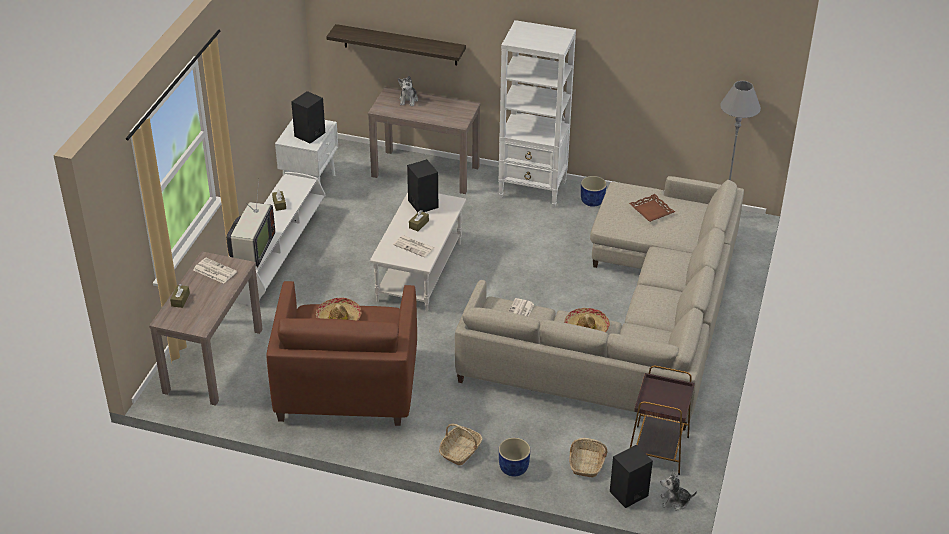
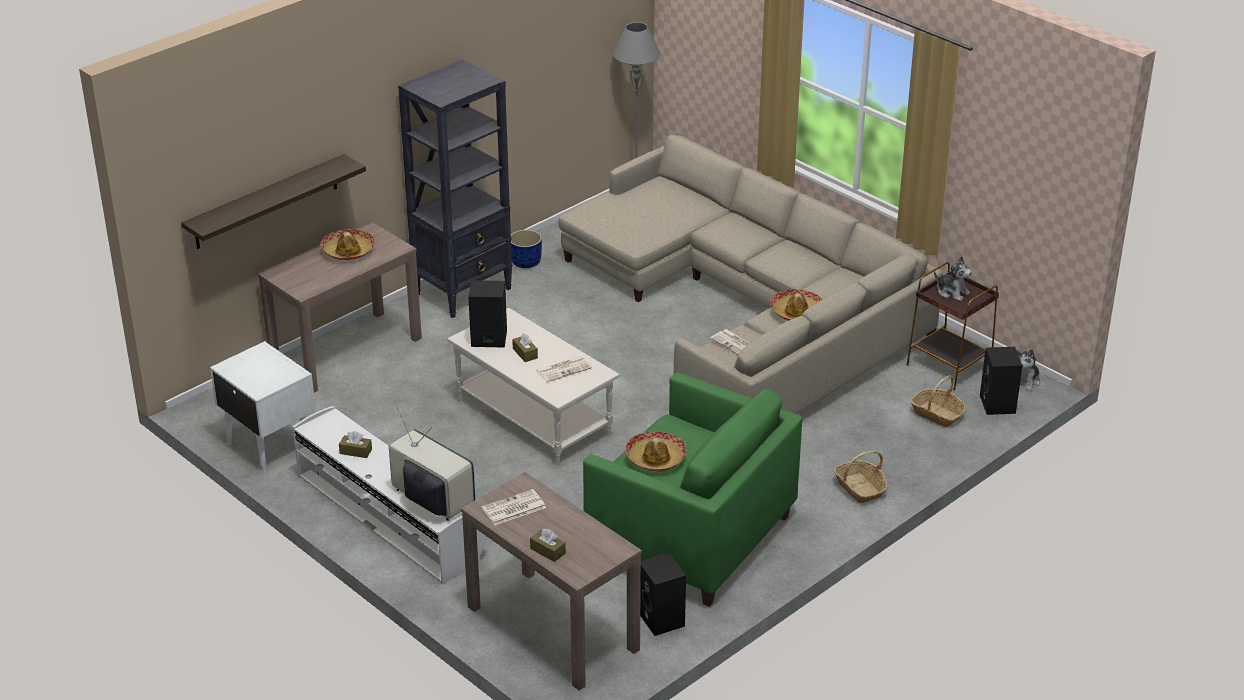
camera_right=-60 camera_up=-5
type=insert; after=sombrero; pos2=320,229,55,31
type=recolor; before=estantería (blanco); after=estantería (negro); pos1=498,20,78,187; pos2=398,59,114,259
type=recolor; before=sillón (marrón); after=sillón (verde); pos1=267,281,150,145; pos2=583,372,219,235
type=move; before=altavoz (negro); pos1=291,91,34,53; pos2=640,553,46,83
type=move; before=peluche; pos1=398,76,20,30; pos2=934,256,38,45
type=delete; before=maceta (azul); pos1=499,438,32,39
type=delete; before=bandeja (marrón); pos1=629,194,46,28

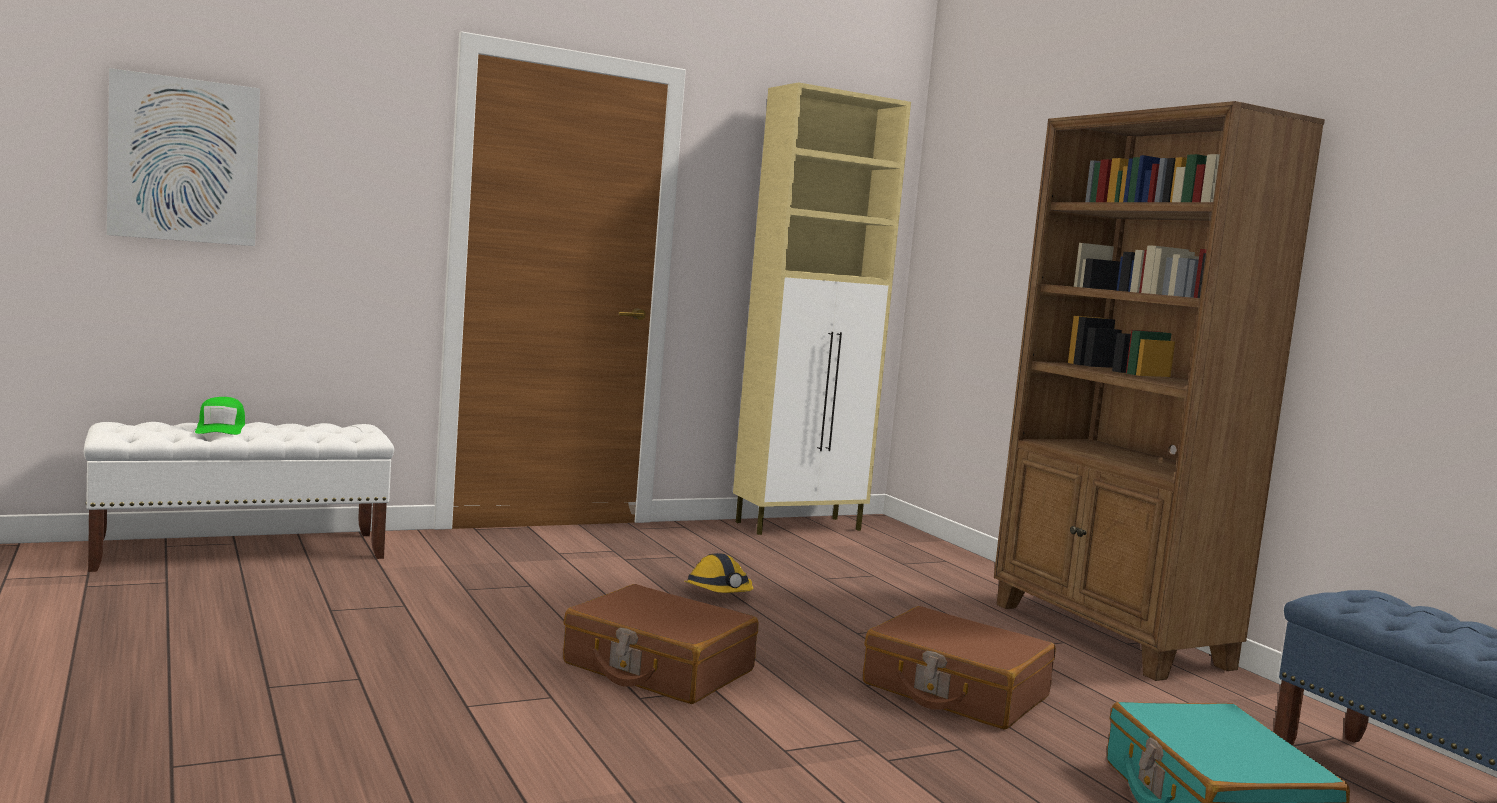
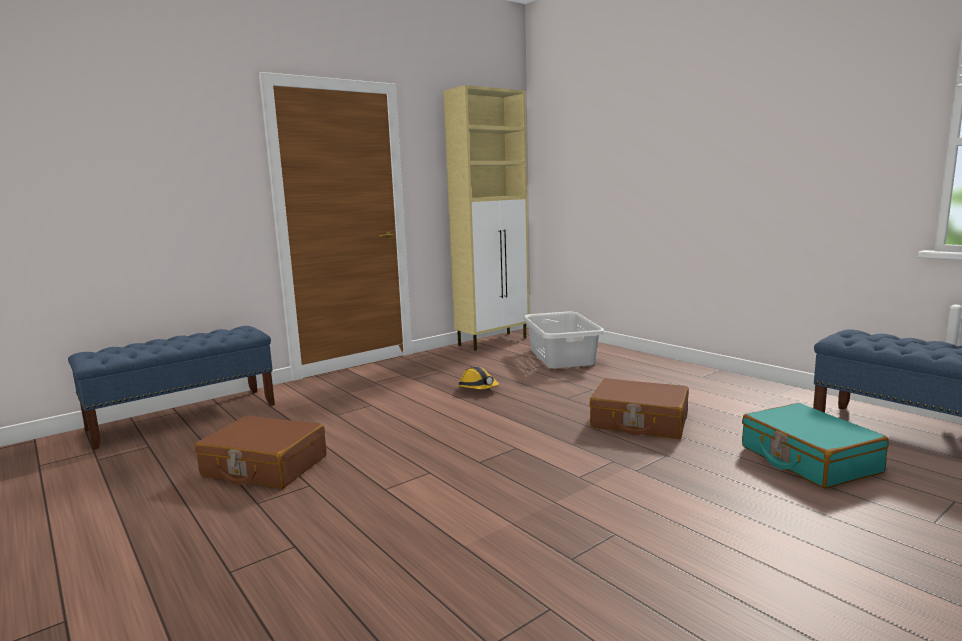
camera_right=-10 camera_up=5
type=recolor; before=banco (blanco); after=banco (azul); pos1=84,422,310,150; pos2=68,326,207,124
type=move; before=maleta (marrón); pos1=563,584,195,120; pos2=195,415,132,74
type=insert; after=cesto de la ropa (gris); pos2=523,312,82,56
type=delete; before=cuadro; pos1=107,68,153,178
type=delete; before=gorra (verde); pos1=195,397,50,38
type=delete; before=estantería (marrón); pos1=994,101,331,580

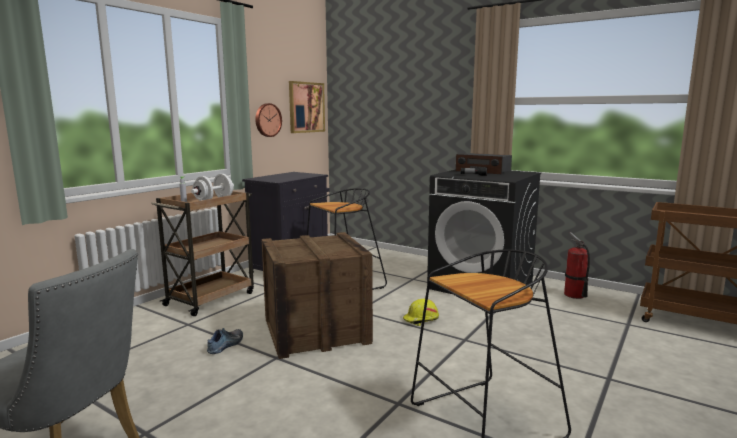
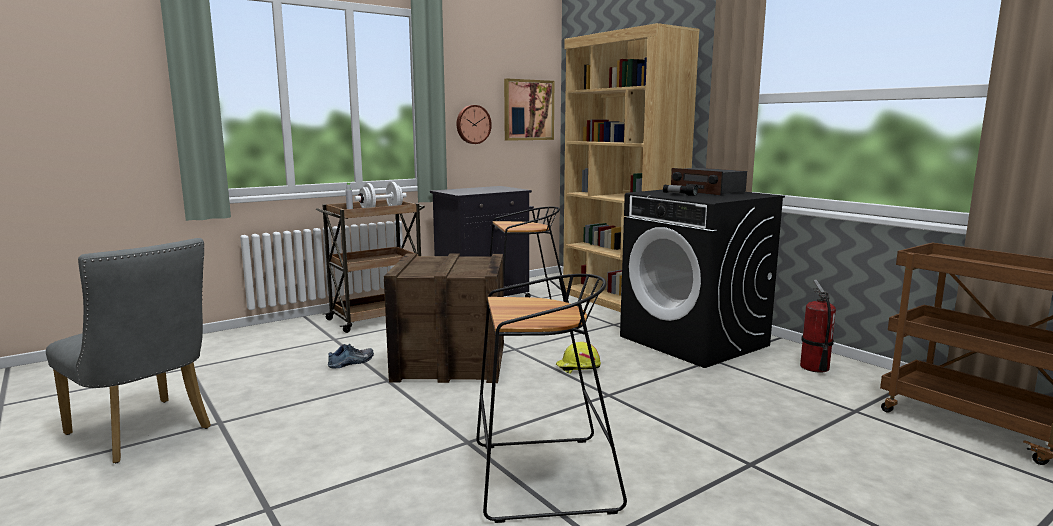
camera_right=20 camera_up=0
type=insert; after=estantería (marrón); pos2=563,23,136,289

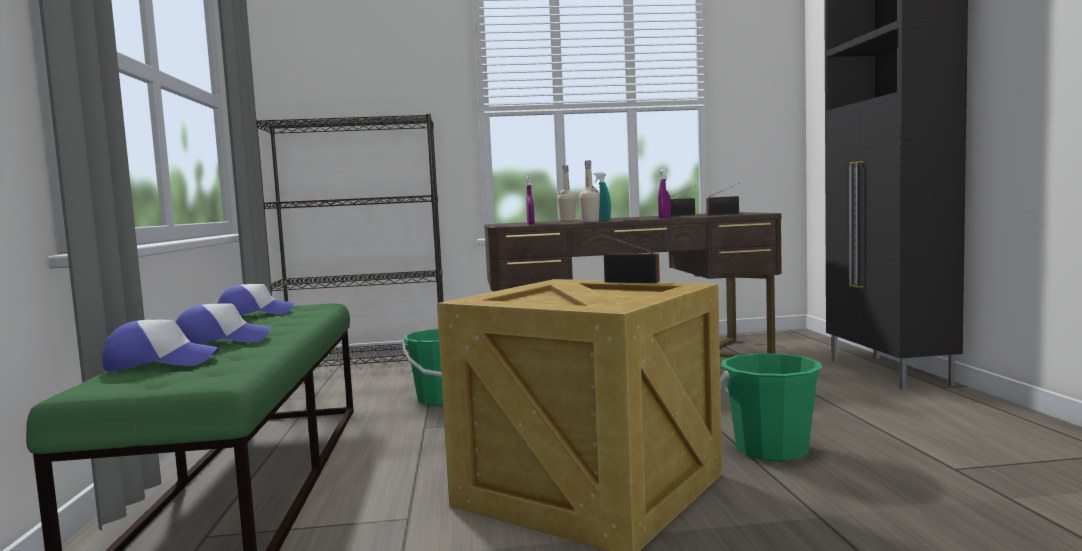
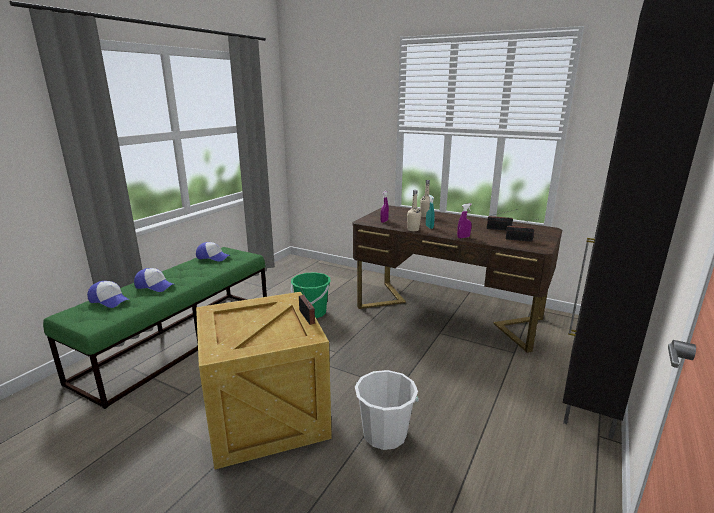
camera_right=35 camera_up=15
type=recolor; before=cubo (verde); after=cubo (blanco); pos1=720,354,102,107; pos2=355,370,64,80
type=delete; before=estantería (negro); pos1=256,114,188,253

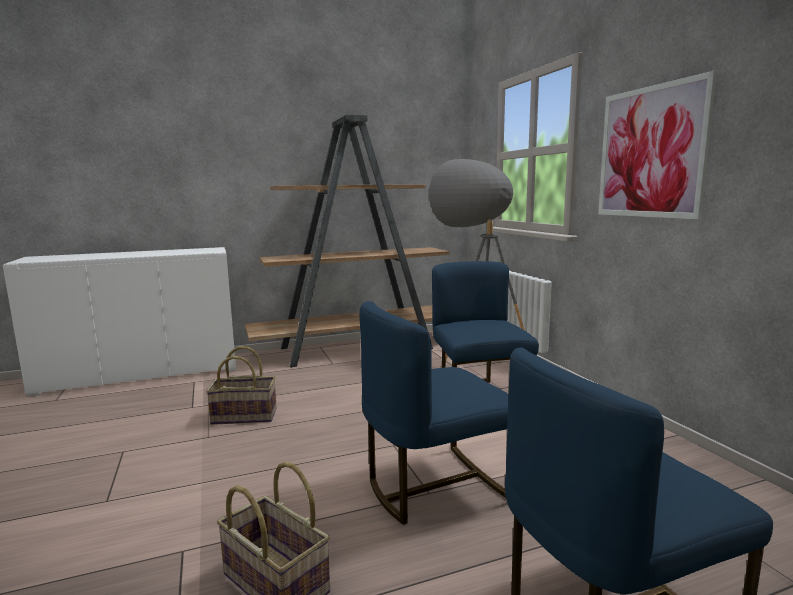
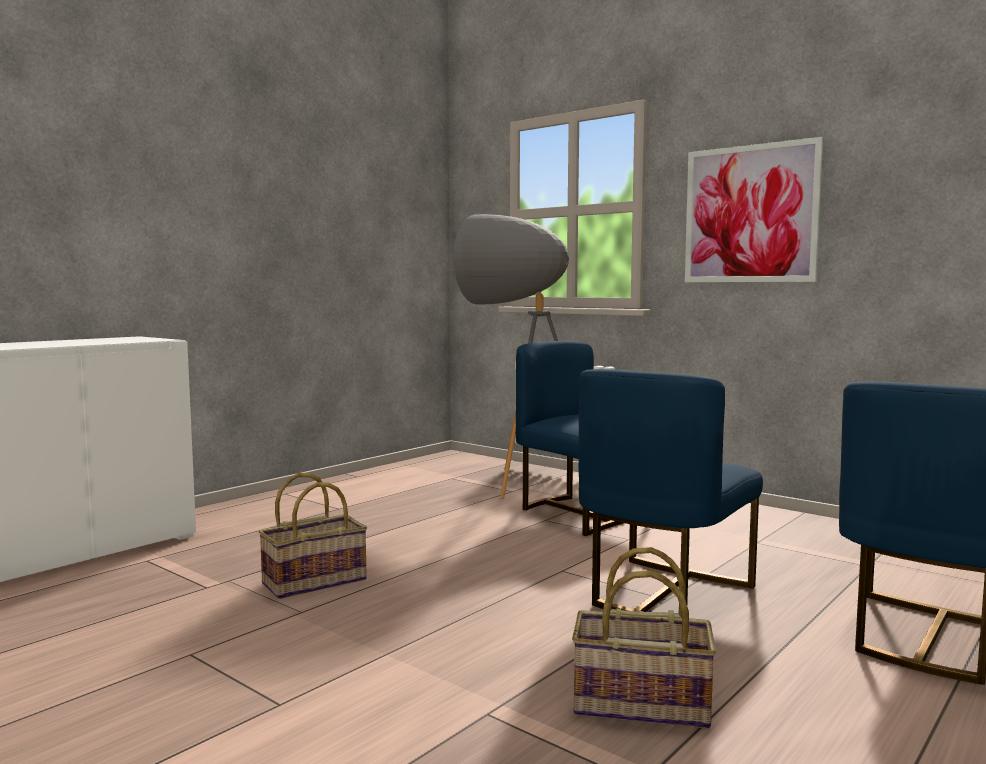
camera_right=-30 camera_up=-5
type=delete; before=estantería (marrón); pos1=245,115,204,253

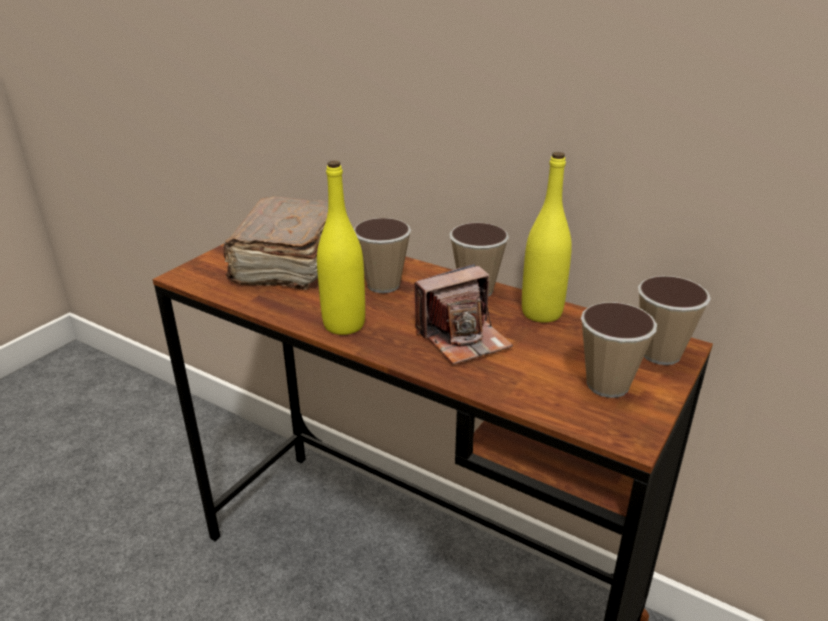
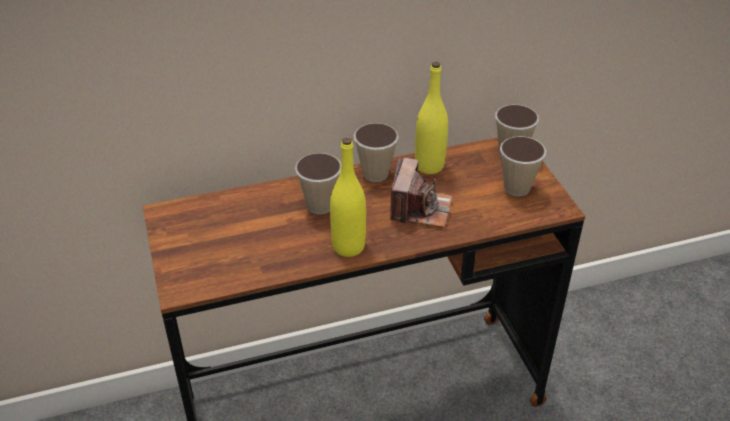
camera_right=-50 camera_up=10
type=delete; before=libro (marrón); pos1=223,196,105,94

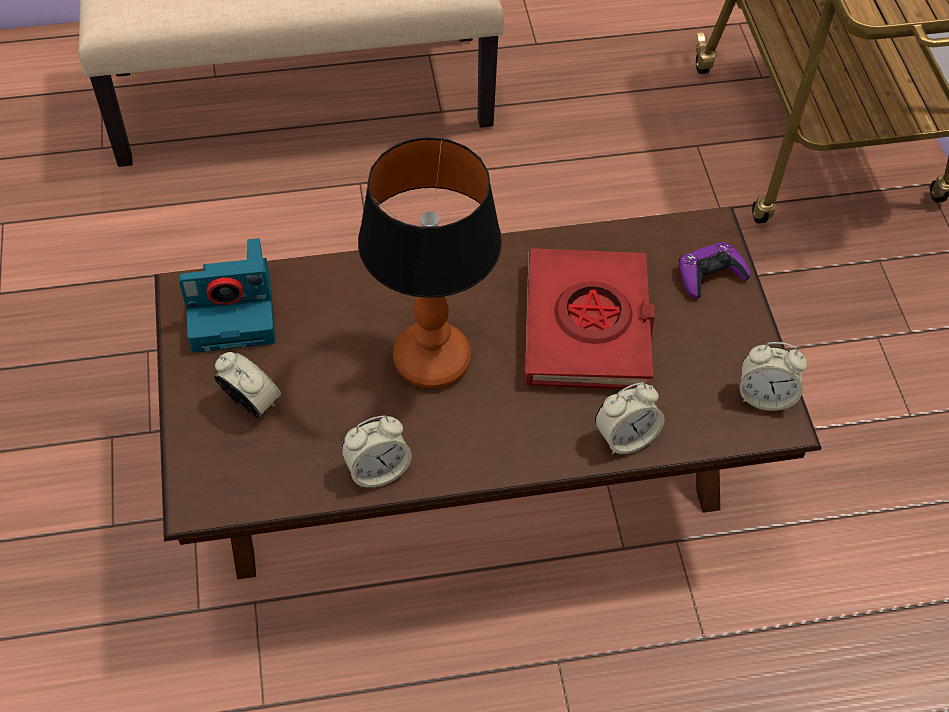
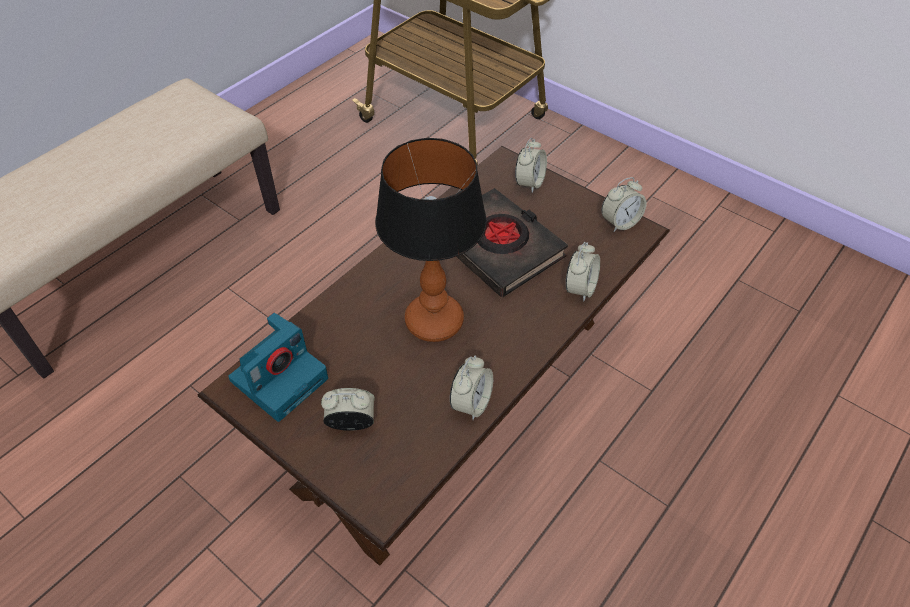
camera_right=-40 camera_up=-5
type=recolor; before=libro (rojo); after=libro (negro); pos1=525,248,130,141; pos2=456,188,112,110
type=replace; before=mando de consola (morado); after=despertador; pos1=679,242,72,56; pos2=515,138,32,55

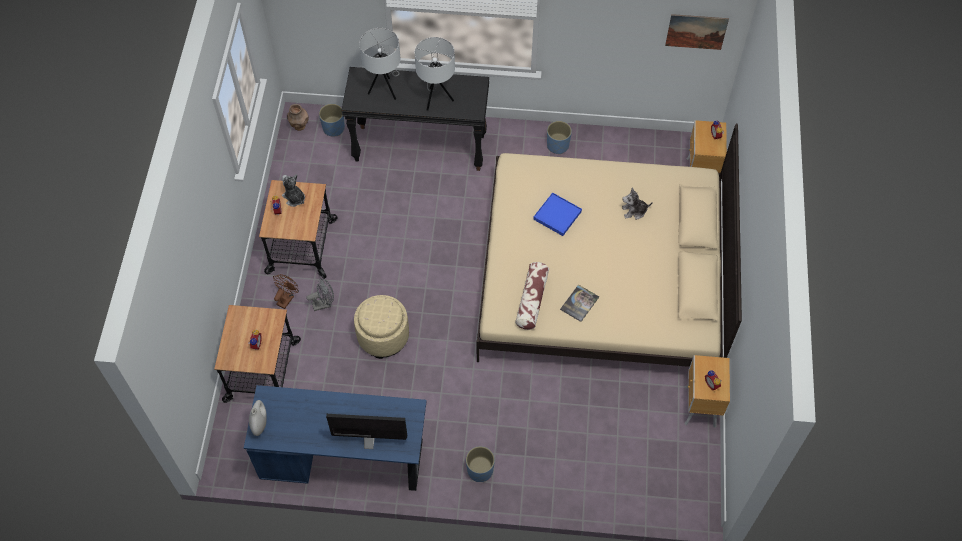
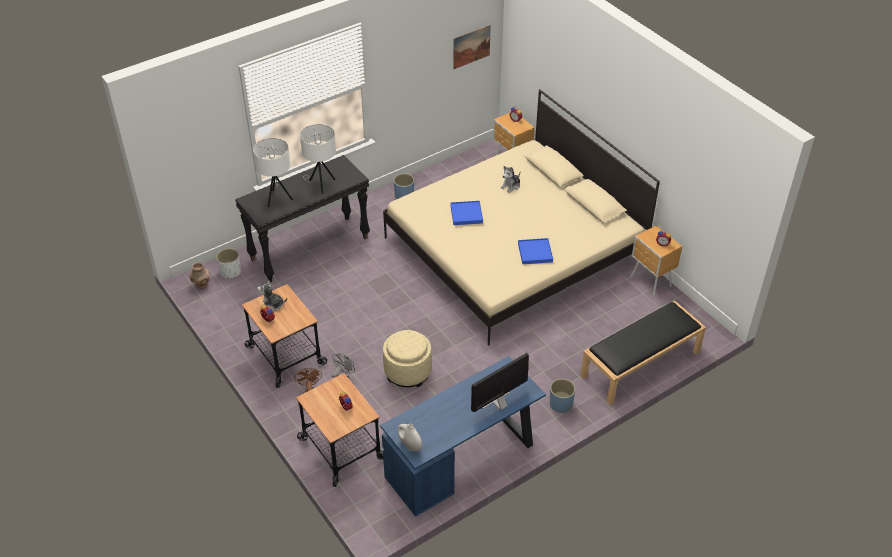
camera_right=-40 camera_up=-15
type=recolor; before=maceta (azul); after=maceta (blanco); pos1=319,104,26,32; pos2=216,248,25,31
type=replace; before=libro; after=bandeja (azul); pos1=560,285,39,37; pos2=518,238,35,26
type=insert; after=banco (negro); pos2=580,301,126,104
type=delete; before=cojín; pos1=515,262,34,68

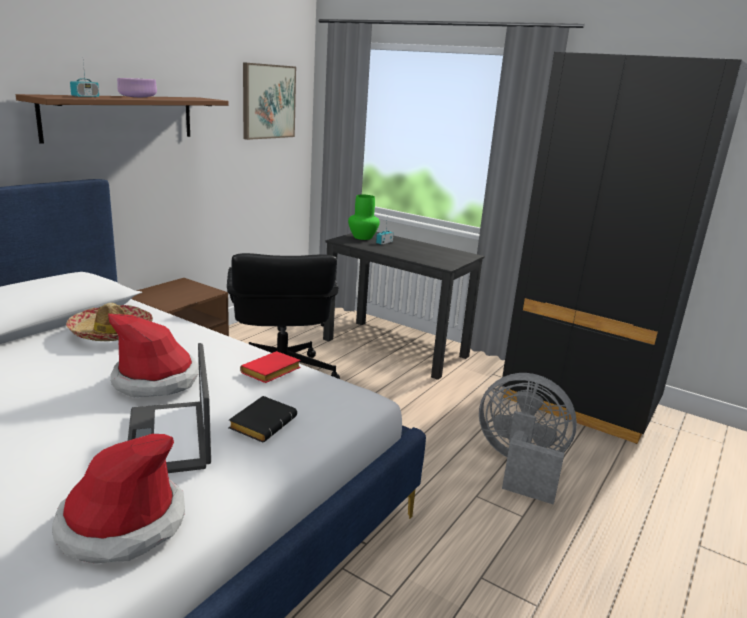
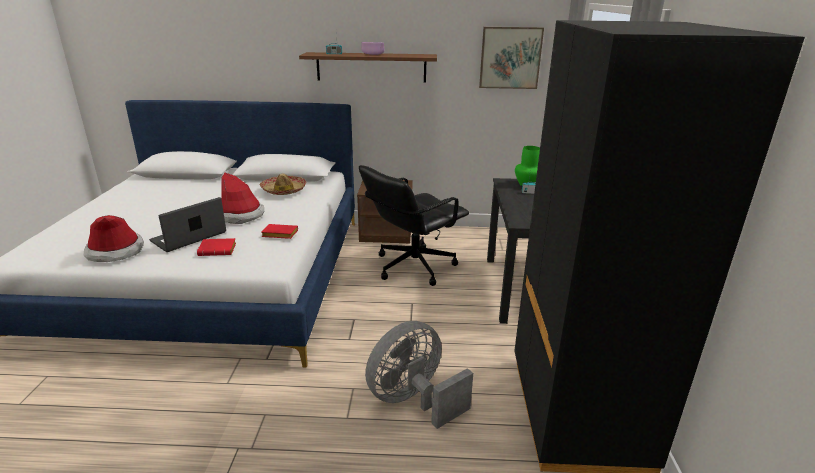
camera_right=60 camera_up=5
type=recolor; before=libro (negro); after=libro (rojo); pos1=229,396,68,47; pos2=197,238,39,18
type=rotate; before=ventilador (gris); pos1=479,373,98,132; pos2=365,321,108,108; turn=-120

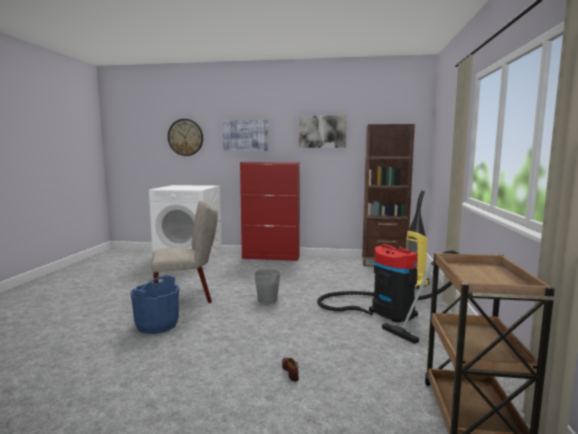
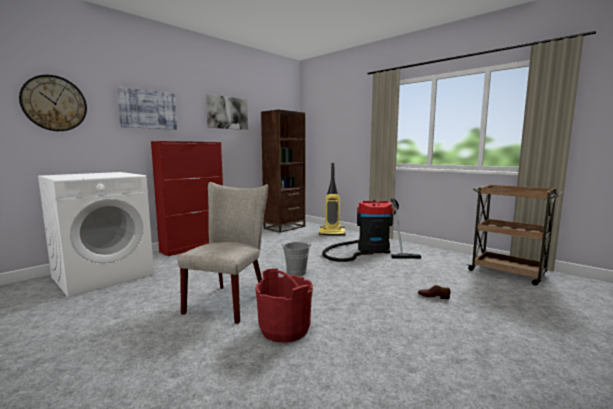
camera_right=-55 camera_up=0
type=recolor; before=cubo (azul); after=cubo (rojo); pos1=130,275,49,59; pos2=255,268,58,75

